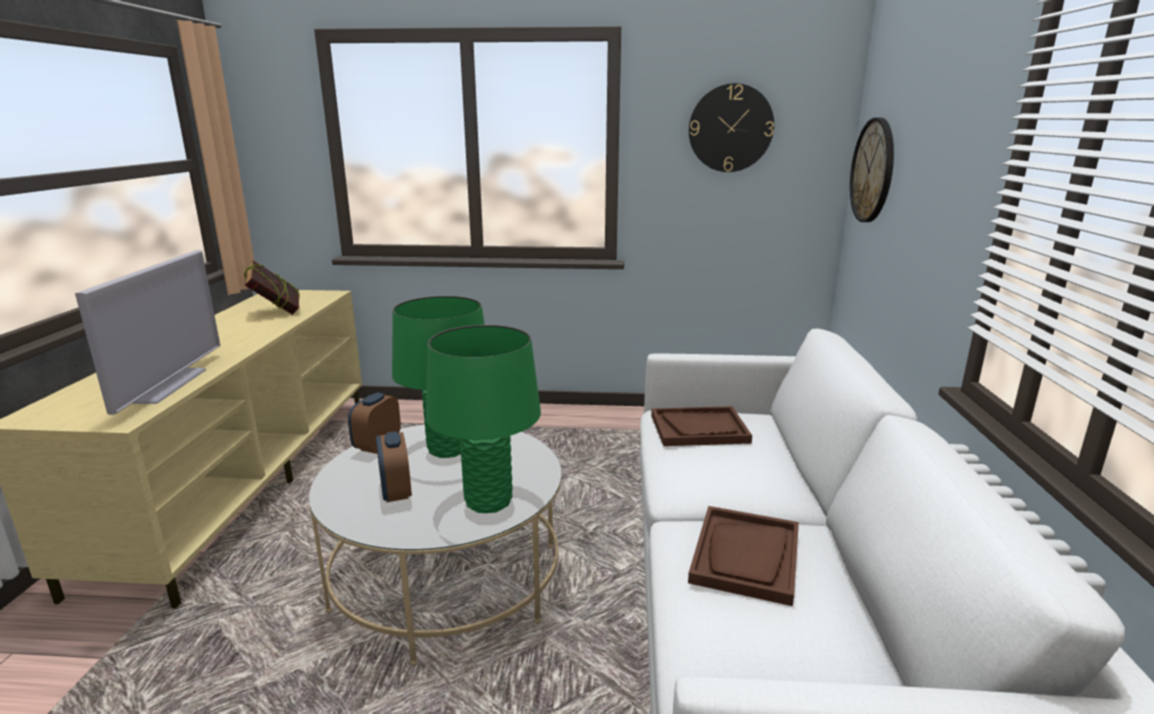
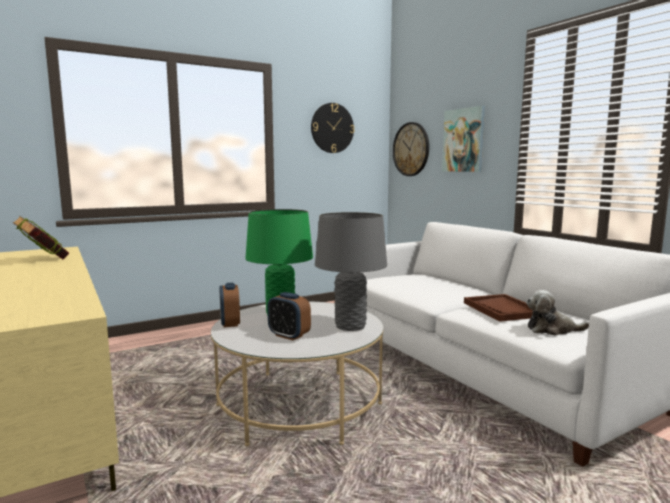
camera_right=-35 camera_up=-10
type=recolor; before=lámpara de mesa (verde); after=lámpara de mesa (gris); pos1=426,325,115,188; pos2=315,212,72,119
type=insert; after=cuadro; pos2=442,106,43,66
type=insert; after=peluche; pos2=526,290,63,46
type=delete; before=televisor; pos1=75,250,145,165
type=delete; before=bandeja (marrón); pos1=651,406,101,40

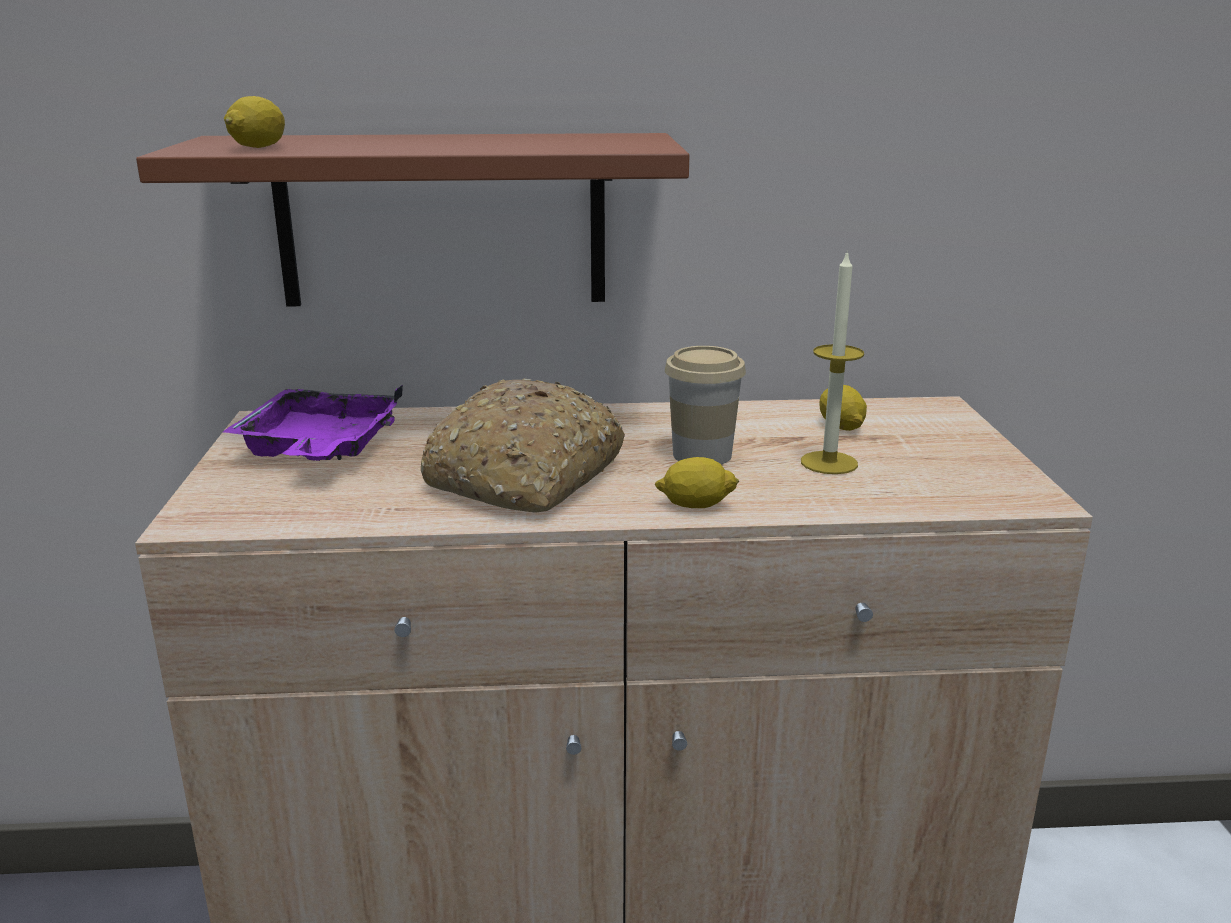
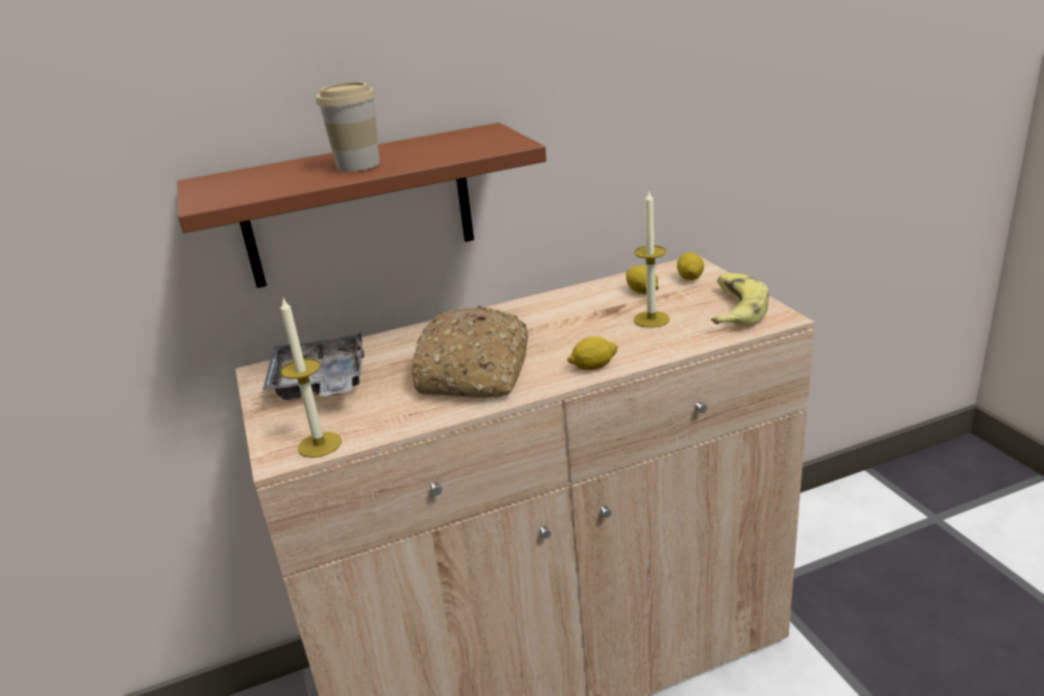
camera_right=-15 camera_up=5
type=recolor; before=bandeja (morado); after=bandeja (gris); pos1=223,385,180,76; pos2=263,326,101,74
type=insert; after=vela; pos2=280,298,62,160
type=move; before=taza; pos1=665,346,81,118; pos2=316,82,64,90
type=move; before=limón; pos1=224,96,61,52; pos2=677,252,27,28
type=insert; after=plátano; pos2=711,273,58,52

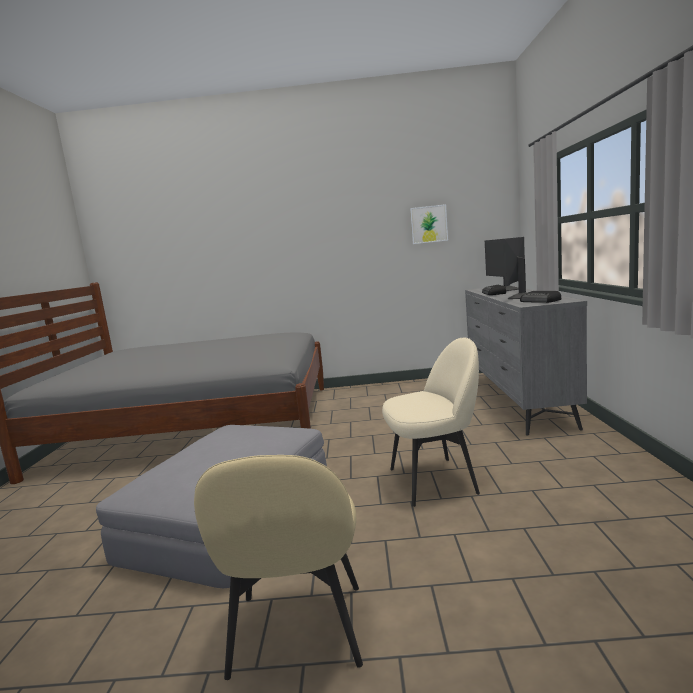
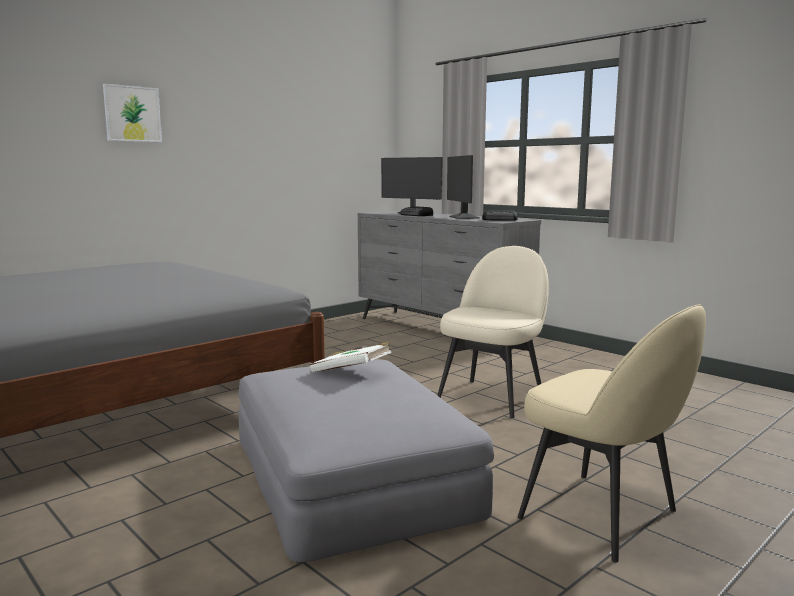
camera_right=-45 camera_up=0
type=move; before=cuadro; pos1=410,204,38,40; pos2=103,84,59,58
type=insert; after=libro (blanco); pos2=310,342,82,31

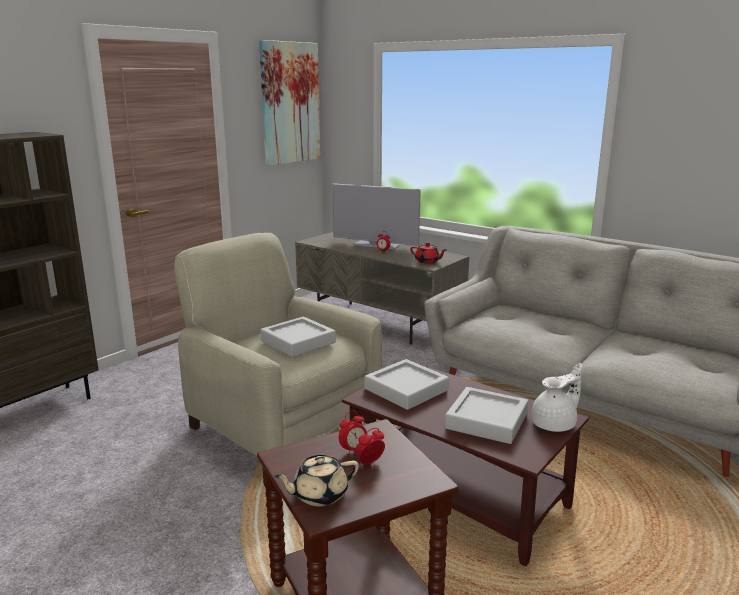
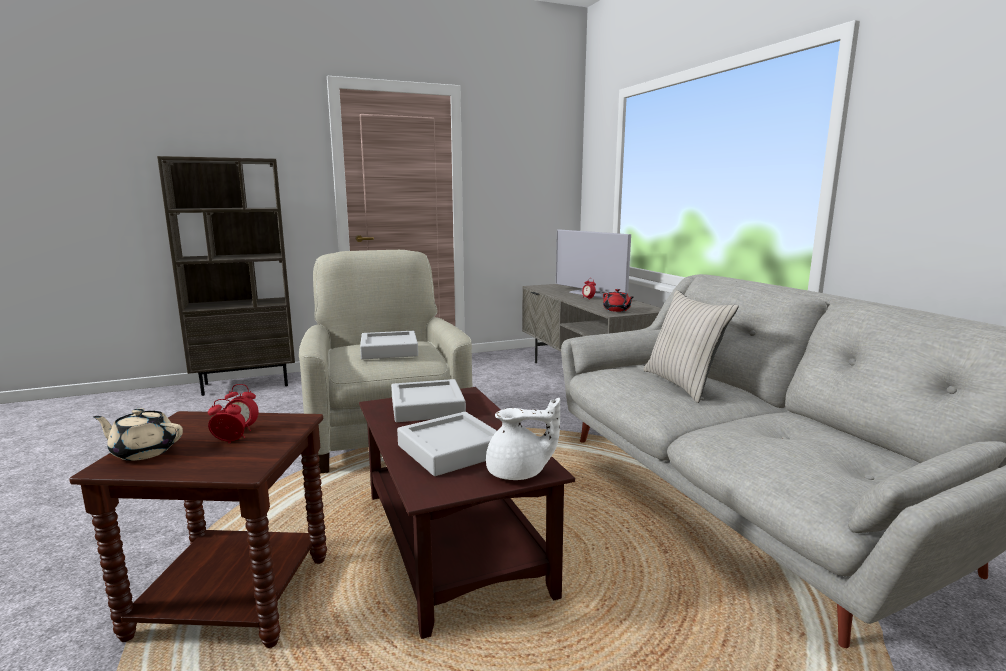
camera_right=30 camera_up=-5
type=insert; after=cojín (beis); pos2=643,290,96,113
type=delete; before=cuadro; pos1=259,40,62,126

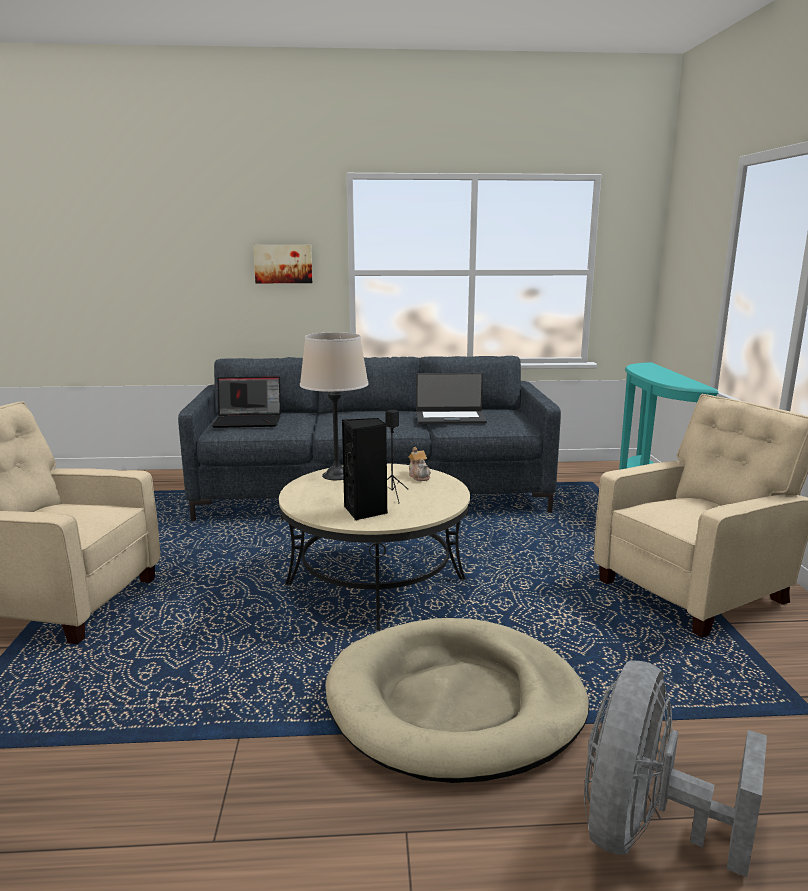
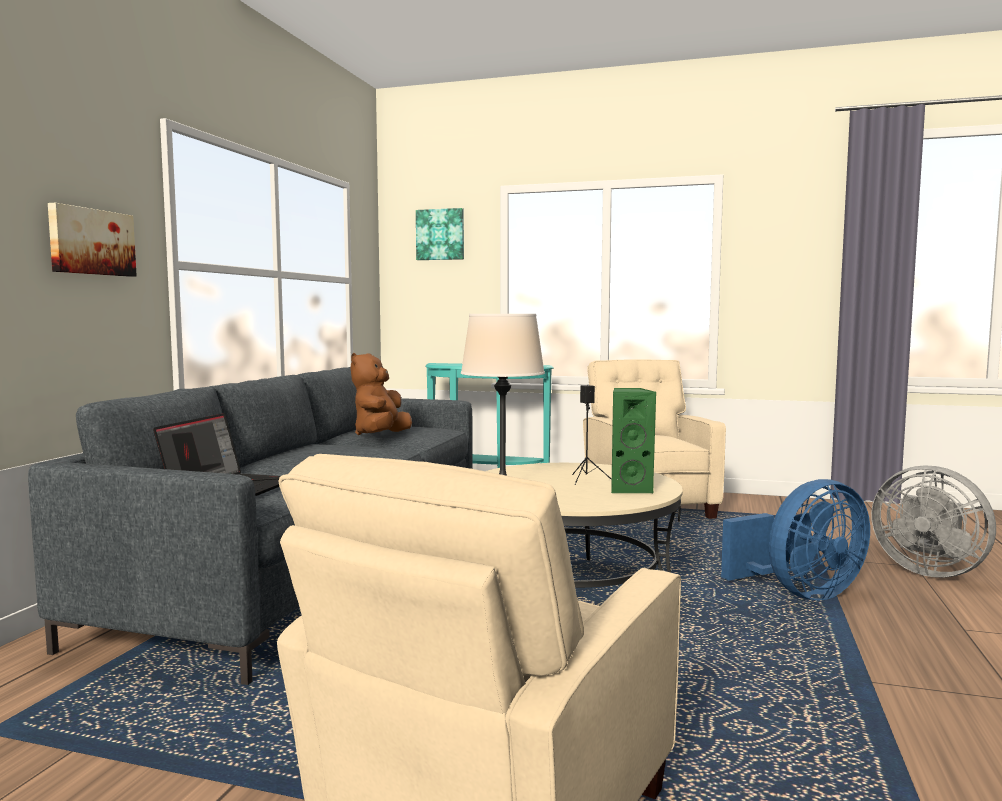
camera_right=-70 camera_up=-10
type=replace; before=portátil; after=peluche (marrón); pos1=416,373,71,51; pos2=351,353,61,82
type=insert; after=cuadro; pos2=416,208,48,52
type=recolor; before=altavoz (negro); after=altavoz (verde); pos1=342,418,45,102; pos2=611,388,46,105
type=replace; before=cama para perro (beis); after=ventilador (azul); pos1=325,618,264,165; pos2=721,479,149,121
type=delete; before=tetera; pos1=408,447,23,34

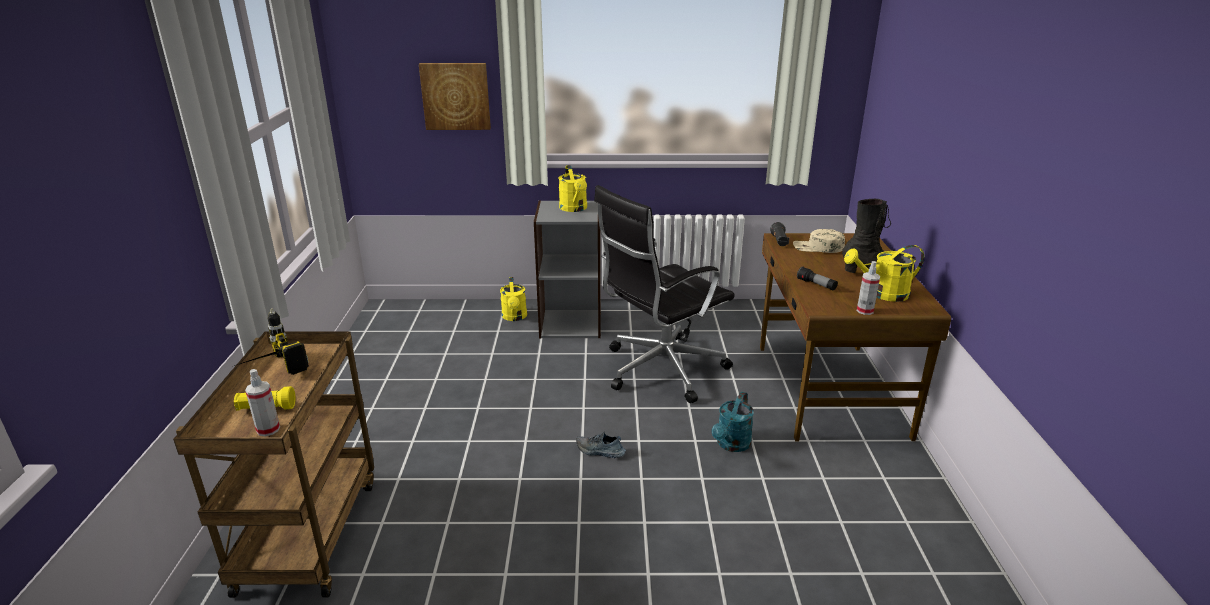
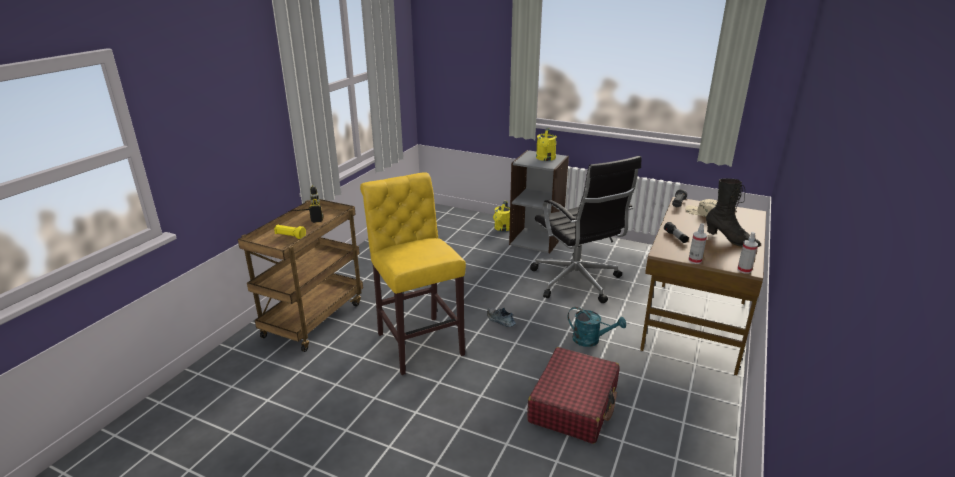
camera_right=25 camera_up=0
type=insert; after=taburete (amarillo); pos2=360,172,106,203
type=insert; after=maleta (rojo); pos2=527,347,92,97
type=rotate; before=silla de oficina (negro); pos1=594,185,141,218; pos2=530,156,112,147; turn=-105
type=rotate; before=regadera (turquesa); pos1=712,392,42,60; pos2=568,307,58,40; turn=-120
type=move; before=pulverizador; pos1=245,369,35,68; pos2=737,232,21,42
type=delete; before=cuadro; pos1=419,63,72,67
type=delete; before=regadera (amarillo); pos1=844,245,80,57

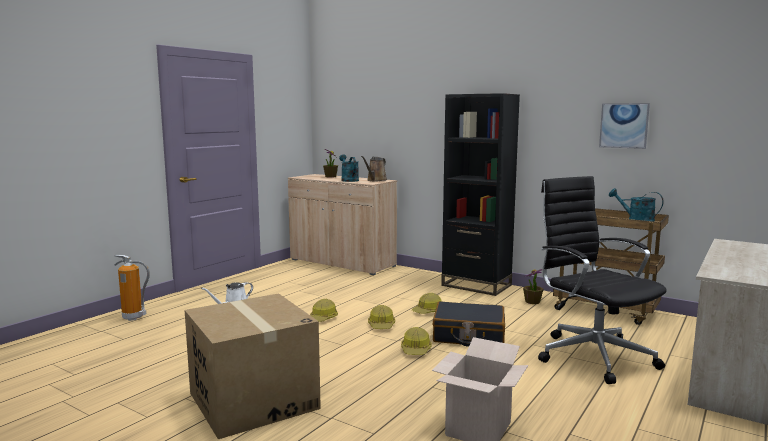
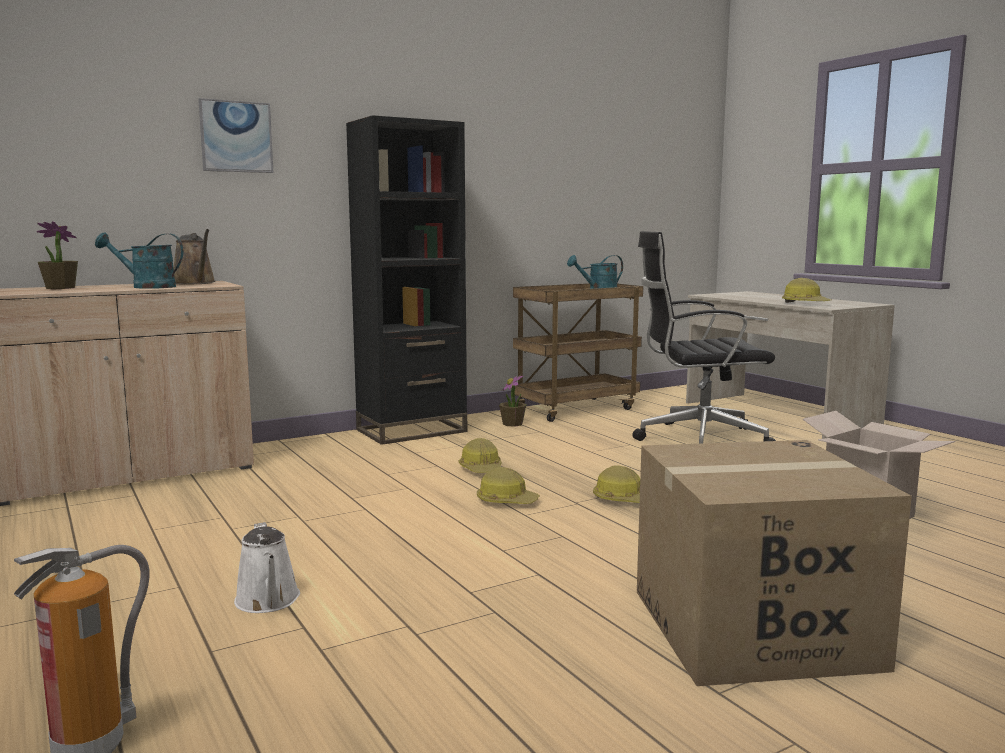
camera_right=-65 camera_up=0
type=move; before=cuadro; pos1=599,103,51,46; pos2=198,98,75,75
type=move; before=casco; pos1=310,299,28,23; pos2=782,278,49,25
type=delete; before=maleta (negro); pos1=433,301,72,46

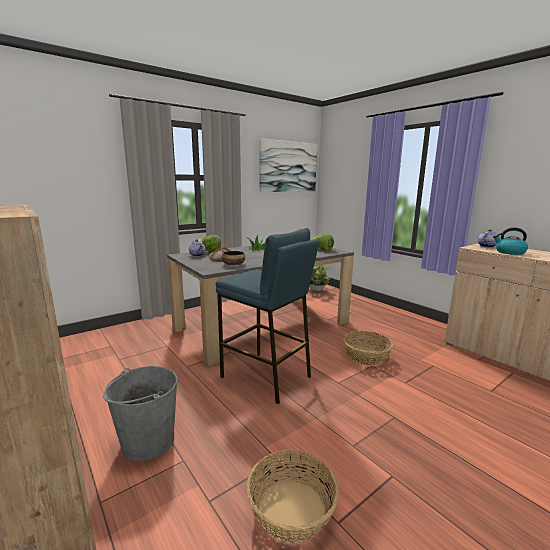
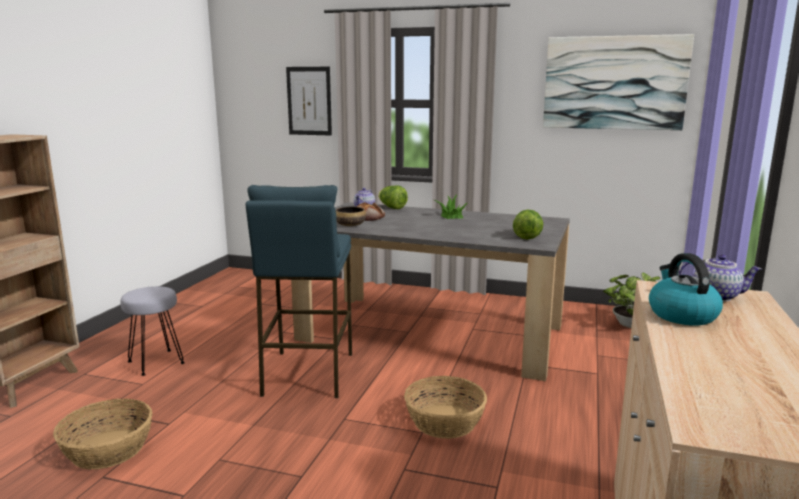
camera_right=55 camera_up=0
type=replace; before=cubo (gris); after=taburete (gris); pos1=103,366,74,96; pos2=121,286,64,90
type=insert; after=cuadro; pos2=286,67,46,69

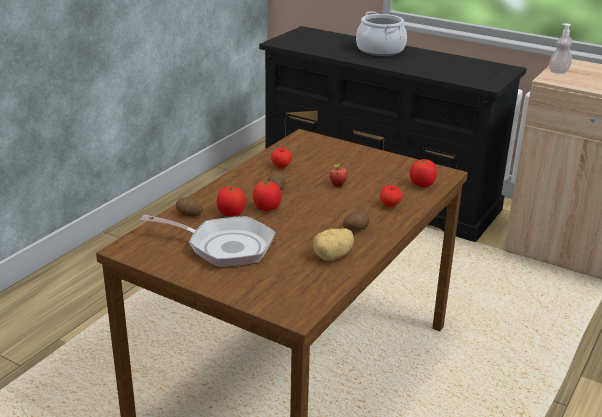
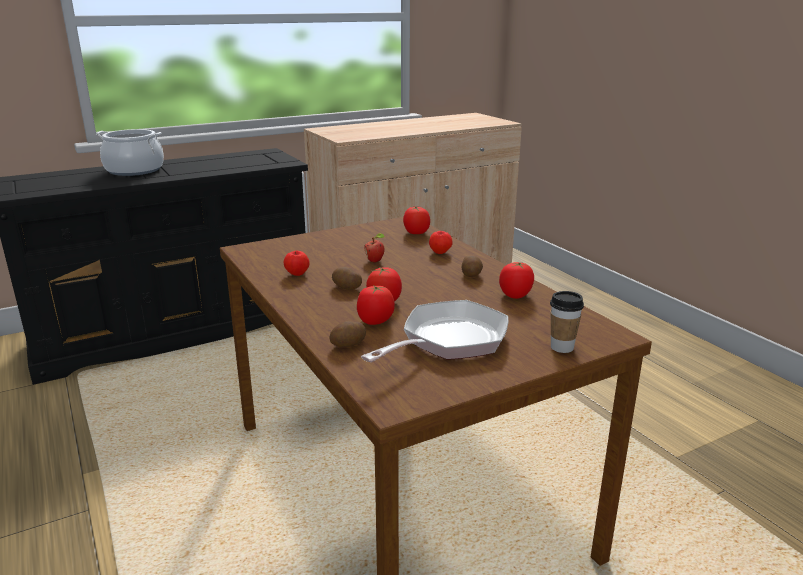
camera_right=-60 camera_up=-5
type=replace; before=patata; after=tomate; pos1=313,228,41,33; pos2=499,262,35,37
type=insert; after=taza; pos2=550,291,34,62
type=delete; before=dispensador de jabón; pos1=549,24,23,50

